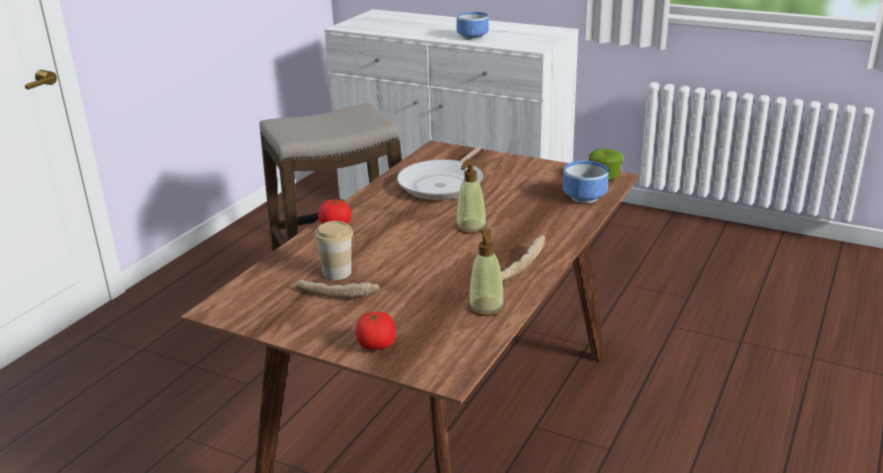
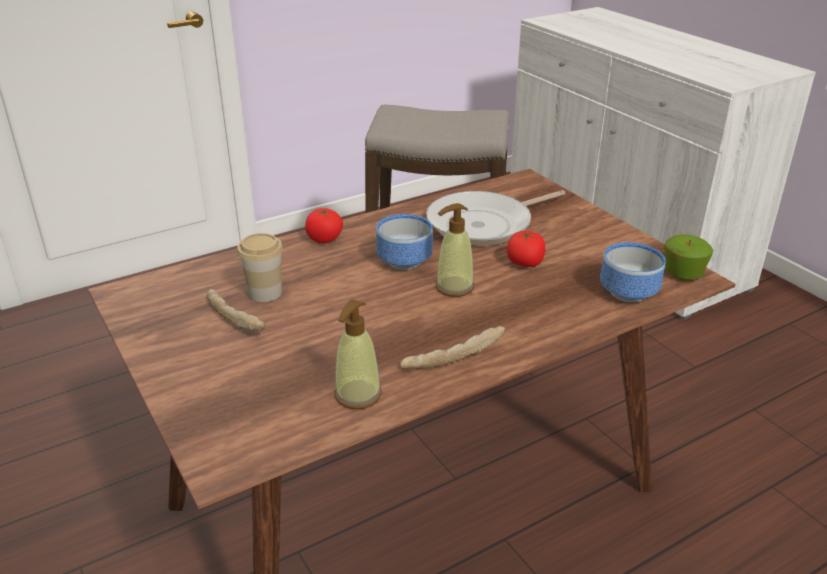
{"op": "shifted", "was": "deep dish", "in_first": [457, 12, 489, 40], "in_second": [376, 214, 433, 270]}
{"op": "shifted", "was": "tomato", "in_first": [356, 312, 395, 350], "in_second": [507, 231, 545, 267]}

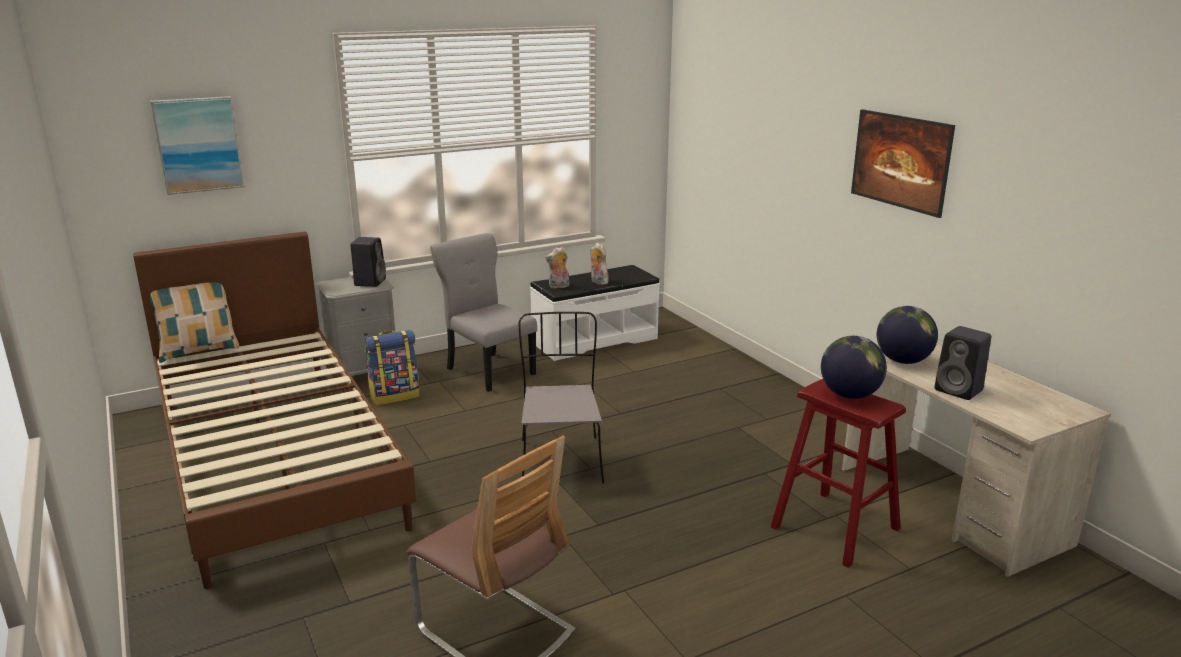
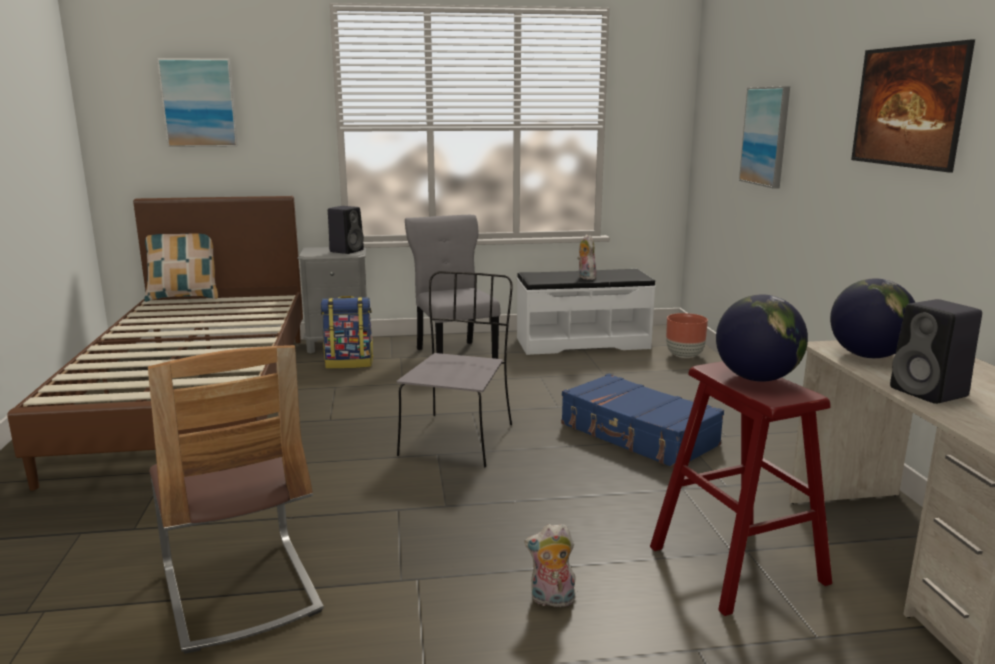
{"op": "shifted", "was": "soft toy", "in_first": [545, 247, 569, 288], "in_second": [524, 524, 576, 607]}
{"op": "new", "now": "wall art", "in_second": [739, 86, 790, 189]}
{"op": "new", "now": "brownish planter", "in_second": [666, 313, 708, 358]}
{"op": "new", "now": "blue suitcase", "in_second": [561, 374, 724, 468]}

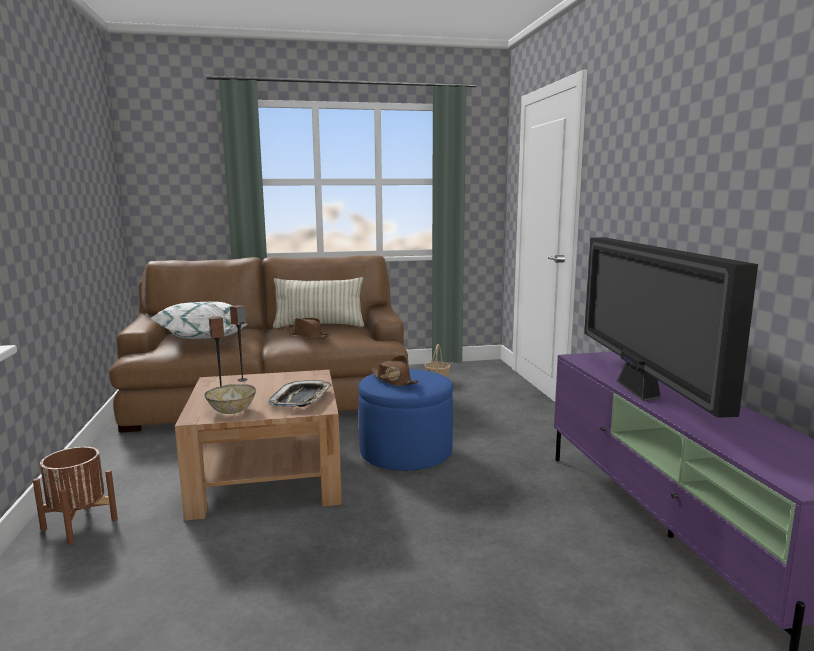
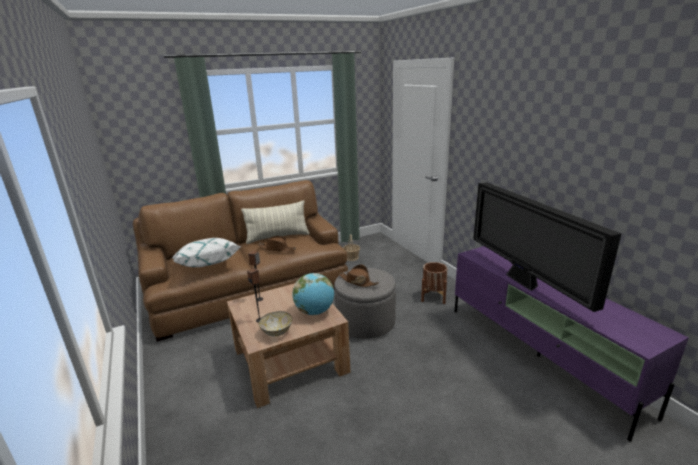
{"op": "repainted", "was": "blue ottoman", "now": "greyish ottoman", "in_first": [358, 369, 453, 471], "in_second": [334, 268, 396, 339]}
{"op": "swapped", "was": "tray", "now": "world globe", "in_first": [269, 380, 332, 407], "in_second": [293, 273, 334, 315]}
{"op": "shifted", "was": "brownish planter", "in_first": [33, 447, 118, 544], "in_second": [421, 262, 447, 304]}

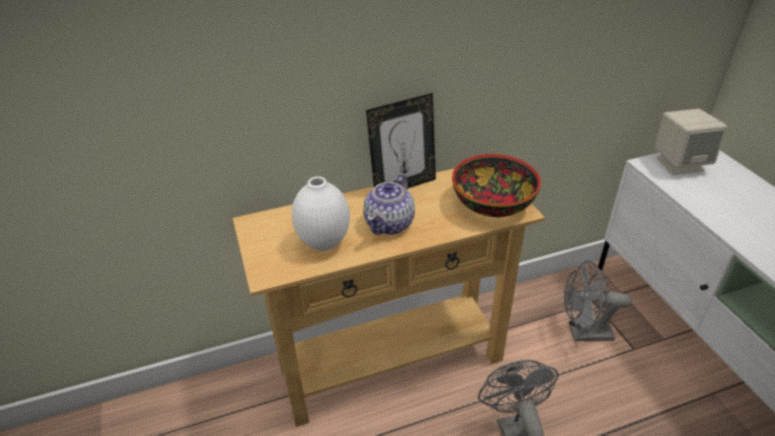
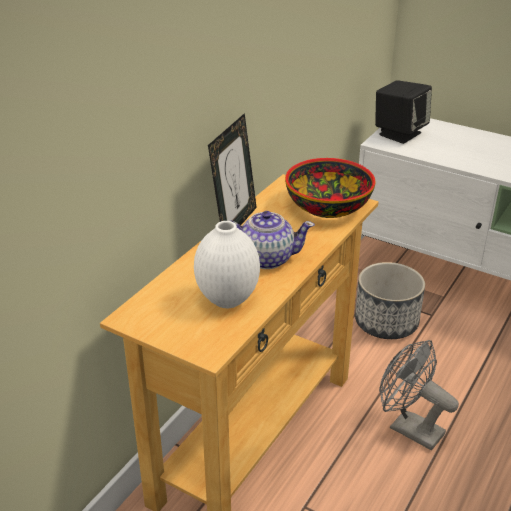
{"op": "repainted", "was": "beige speaker", "now": "blackish speaker", "in_first": [655, 109, 727, 175], "in_second": [375, 80, 432, 144]}
{"op": "rotated", "was": "teapot", "in_first": [363, 174, 415, 235], "in_second": [231, 211, 315, 269], "clockwise": -75}
{"op": "swapped", "was": "greyish electric fan", "now": "planter", "in_first": [564, 260, 632, 341], "in_second": [355, 262, 425, 339]}

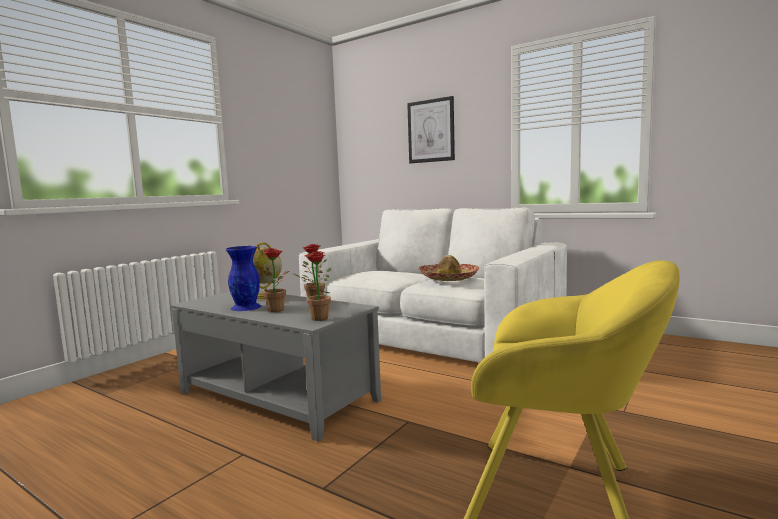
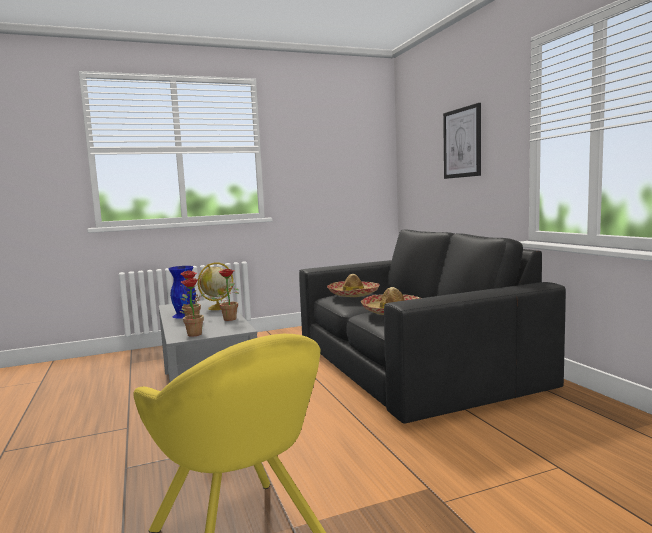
{"op": "repainted", "was": "whitish settee", "now": "blackish settee", "in_first": [299, 207, 567, 363], "in_second": [299, 229, 566, 424]}
{"op": "new", "now": "wearable hat", "in_second": [327, 274, 380, 297]}

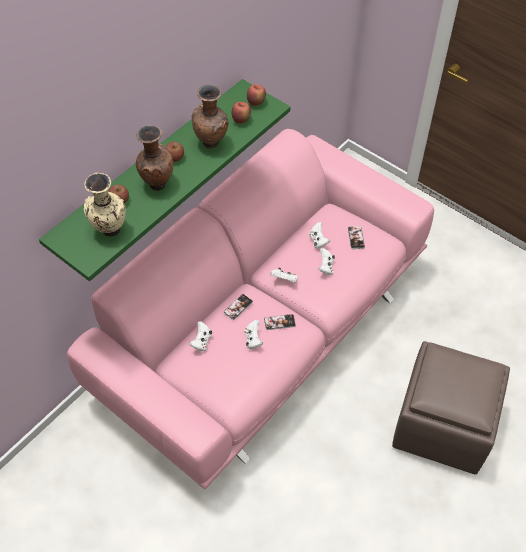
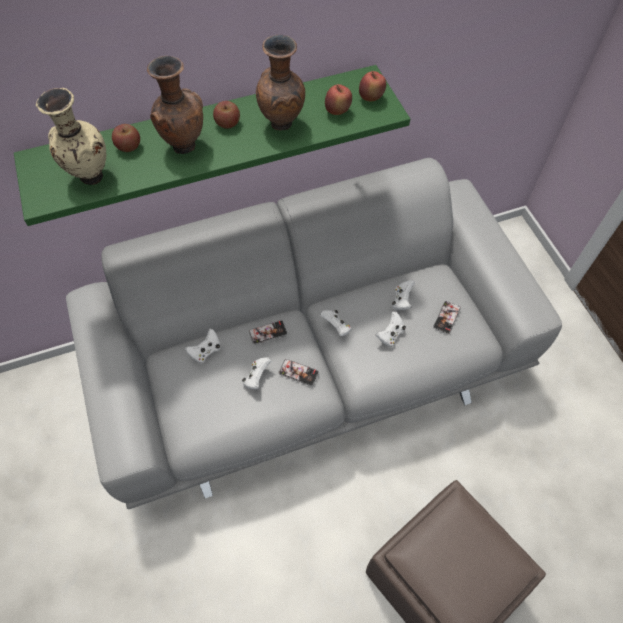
{"op": "repainted", "was": "pink settee", "now": "greyish settee", "in_first": [67, 129, 434, 489], "in_second": [66, 158, 562, 509]}

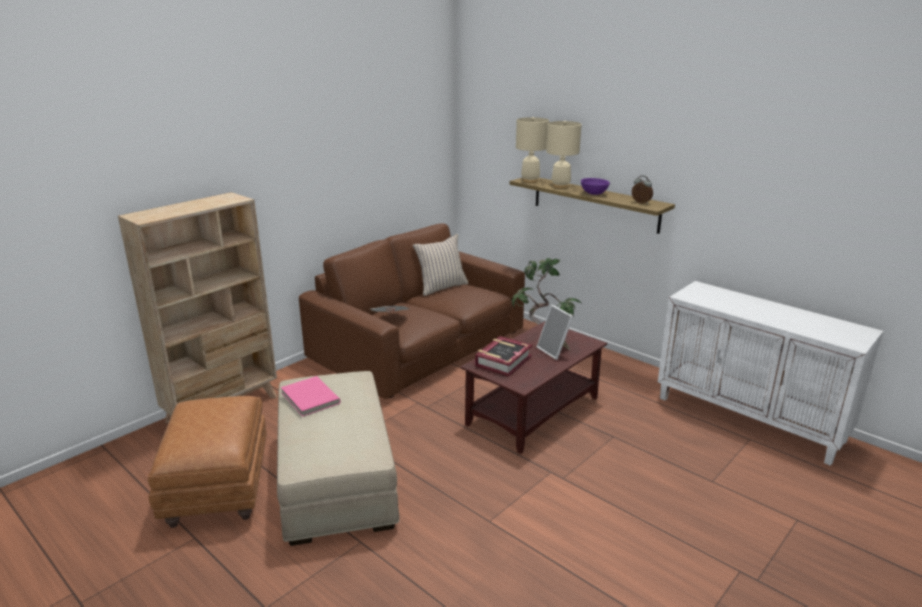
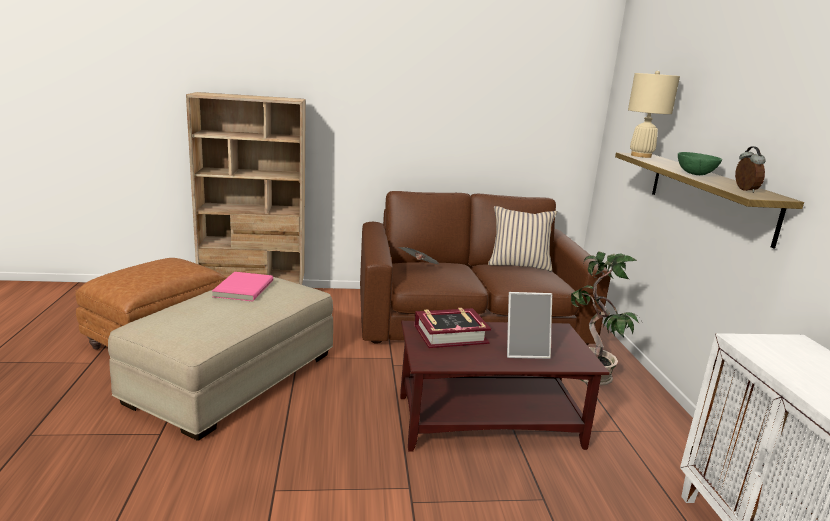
{"op": "gone", "was": "beige tabletop lamp", "in_first": [546, 121, 582, 188]}
{"op": "repainted", "was": "purple deep dish", "now": "green-coloured deep dish", "in_first": [581, 178, 610, 195], "in_second": [678, 152, 722, 175]}
{"op": "rotated", "was": "picture frame", "in_first": [536, 305, 573, 360], "in_second": [507, 292, 552, 359], "clockwise": -105}

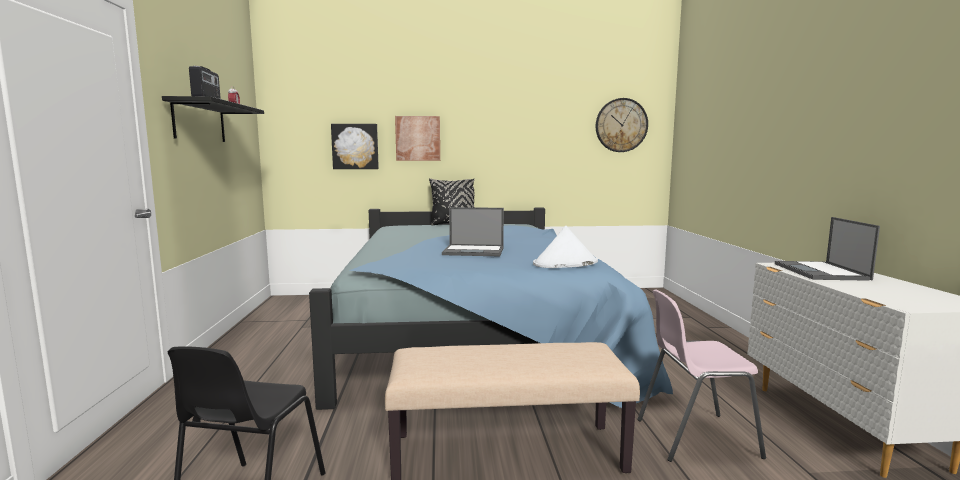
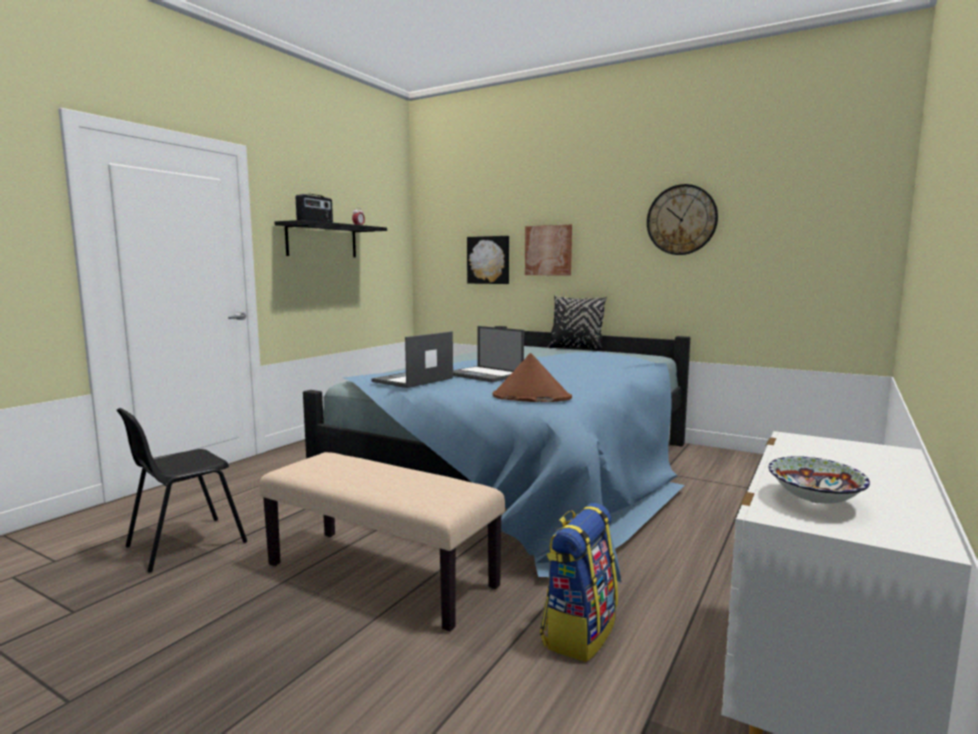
{"op": "shifted", "was": "wall clock", "in_first": [596, 98, 648, 152], "in_second": [647, 184, 718, 255]}
{"op": "shifted", "was": "notebook computer", "in_first": [775, 217, 880, 281], "in_second": [371, 331, 453, 388]}
{"op": "repainted", "was": "whitish wearable hat", "now": "brownish wearable hat", "in_first": [533, 226, 598, 268], "in_second": [493, 353, 572, 402]}
{"op": "swapped", "was": "pink chair", "now": "knapsack", "in_first": [637, 290, 766, 462], "in_second": [540, 503, 618, 662]}
{"op": "new", "now": "deep dish", "in_second": [769, 456, 870, 504]}

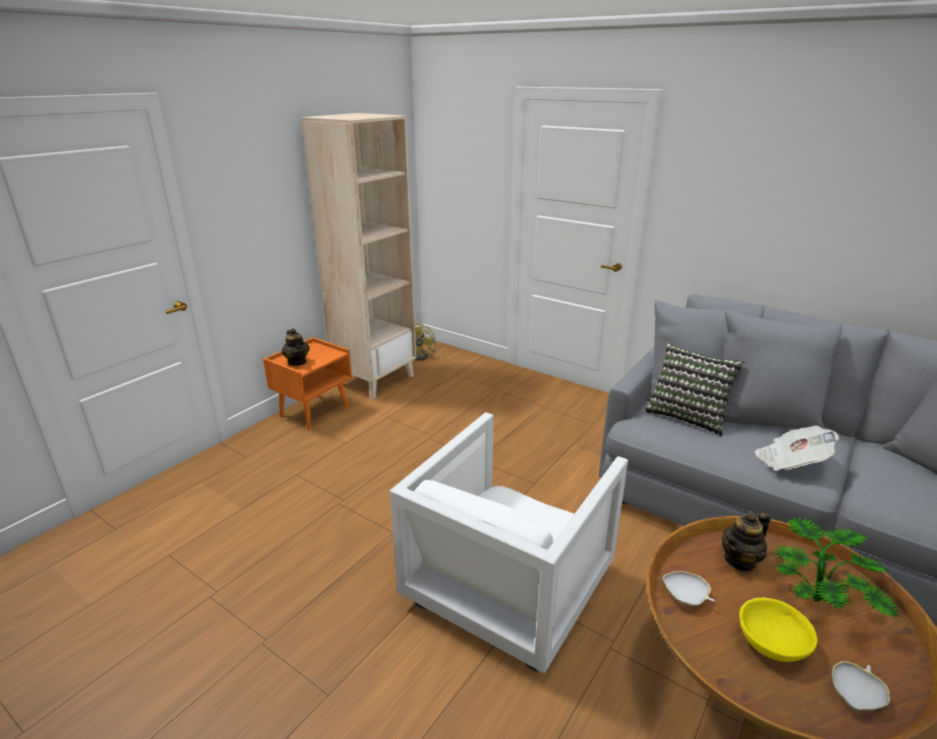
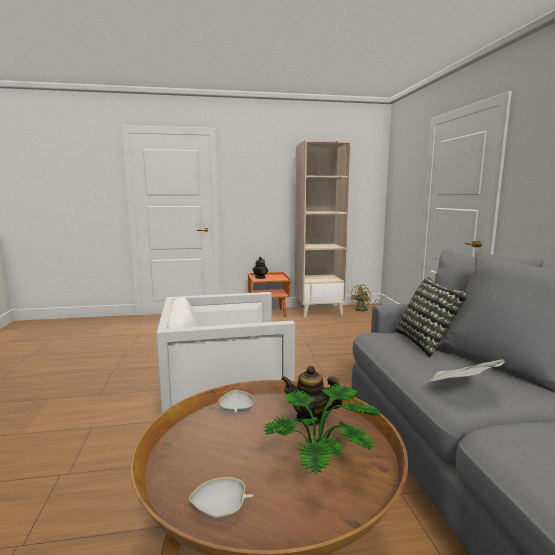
{"op": "gone", "was": "yellowish deep dish", "in_first": [739, 598, 818, 662]}

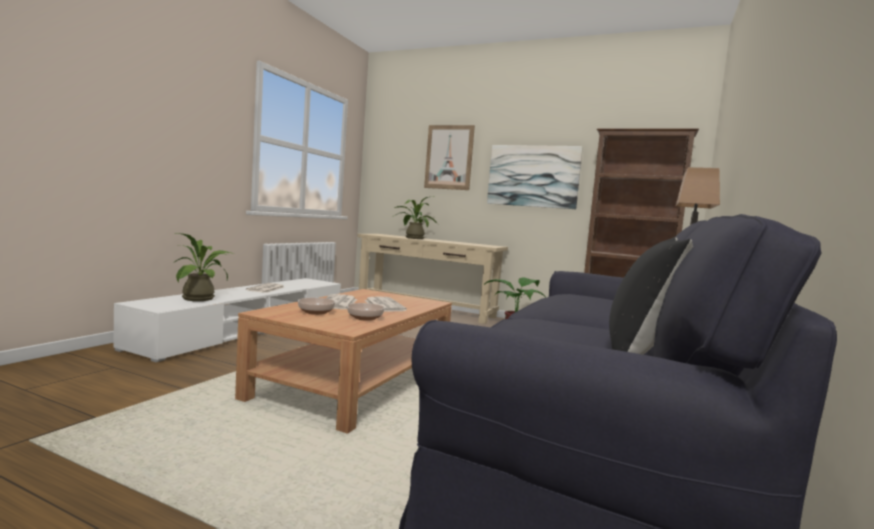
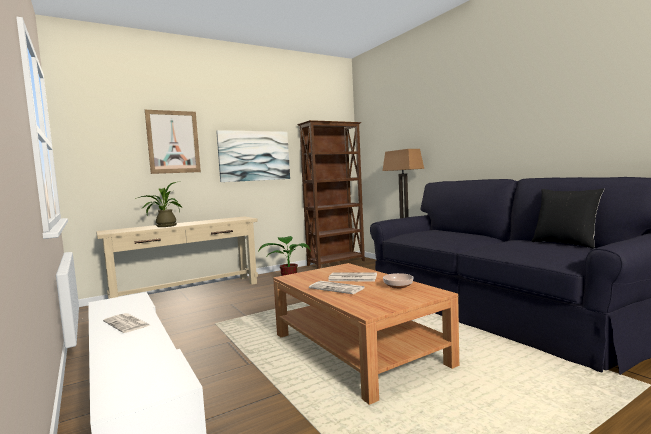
{"op": "gone", "was": "potted plant", "in_first": [173, 233, 234, 301]}
{"op": "gone", "was": "deep dish", "in_first": [298, 298, 335, 315]}

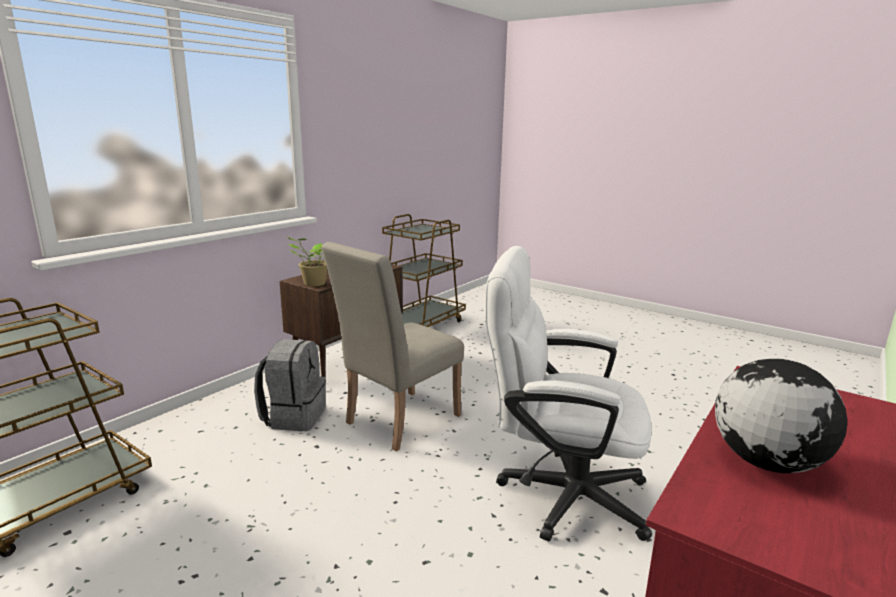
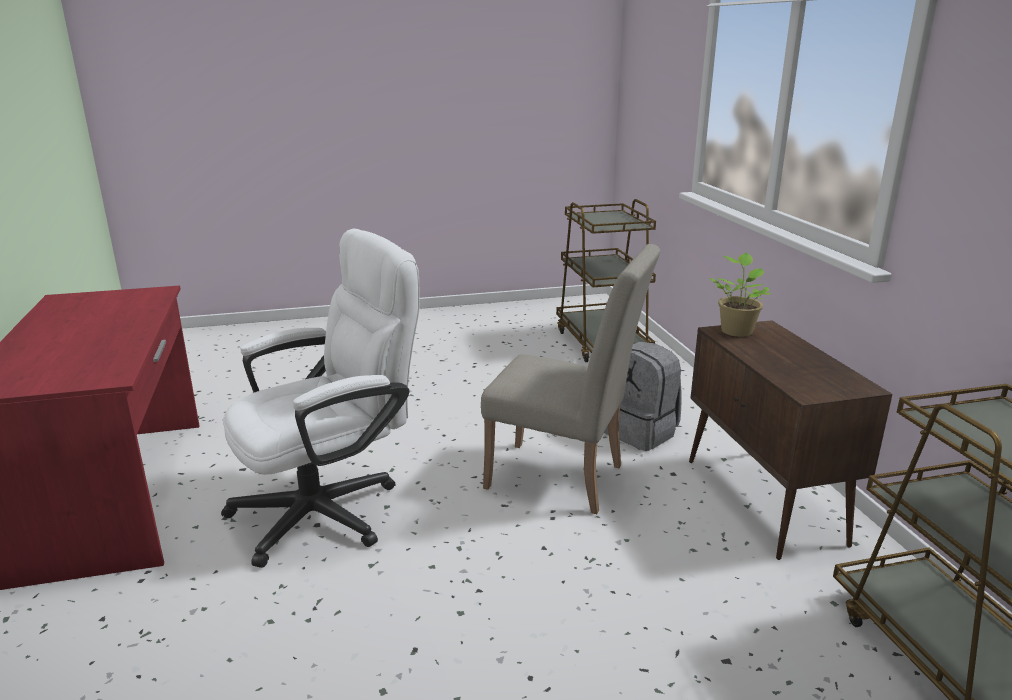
{"op": "rotated", "was": "beige chair", "in_first": [322, 242, 464, 451], "in_second": [481, 244, 661, 514], "clockwise": 120}
{"op": "gone", "was": "world globe", "in_first": [715, 358, 847, 473]}

